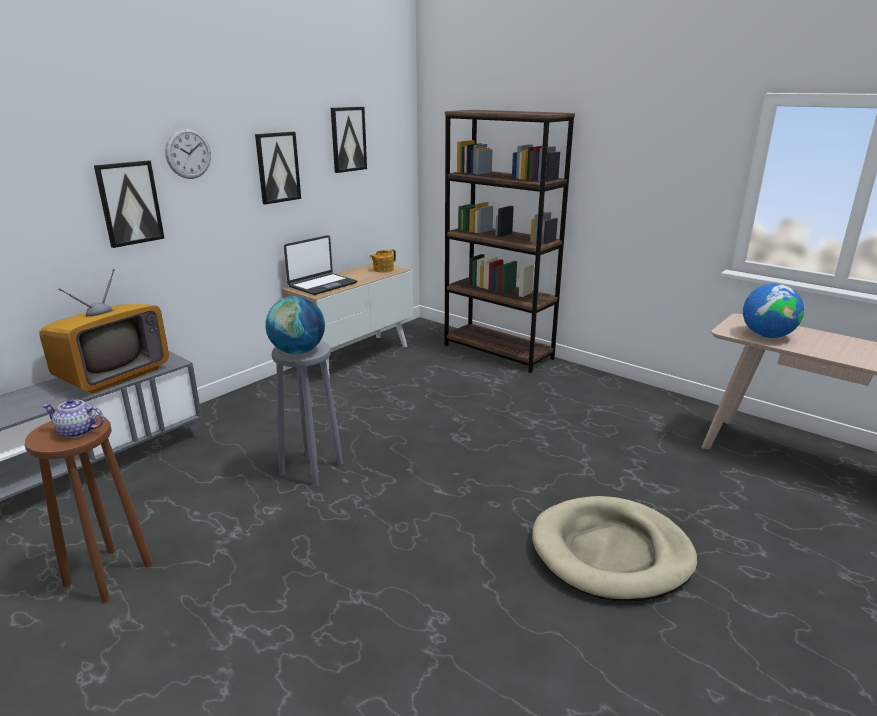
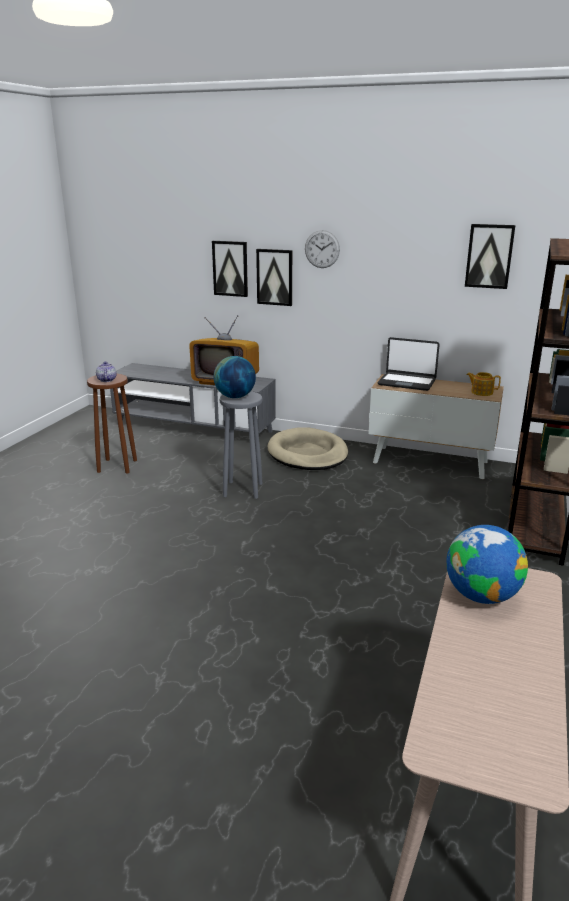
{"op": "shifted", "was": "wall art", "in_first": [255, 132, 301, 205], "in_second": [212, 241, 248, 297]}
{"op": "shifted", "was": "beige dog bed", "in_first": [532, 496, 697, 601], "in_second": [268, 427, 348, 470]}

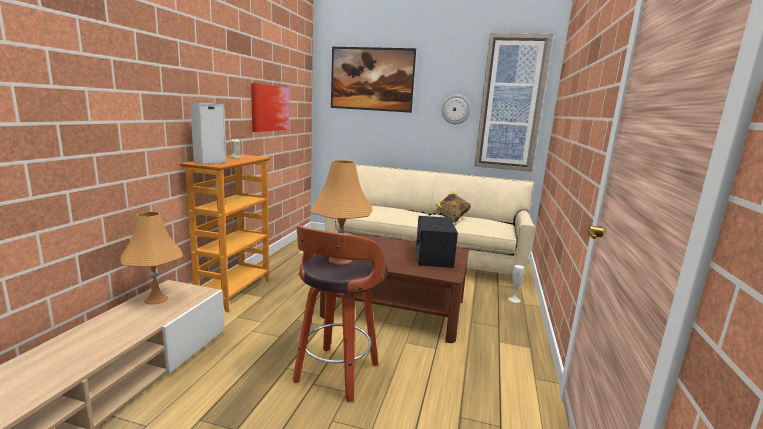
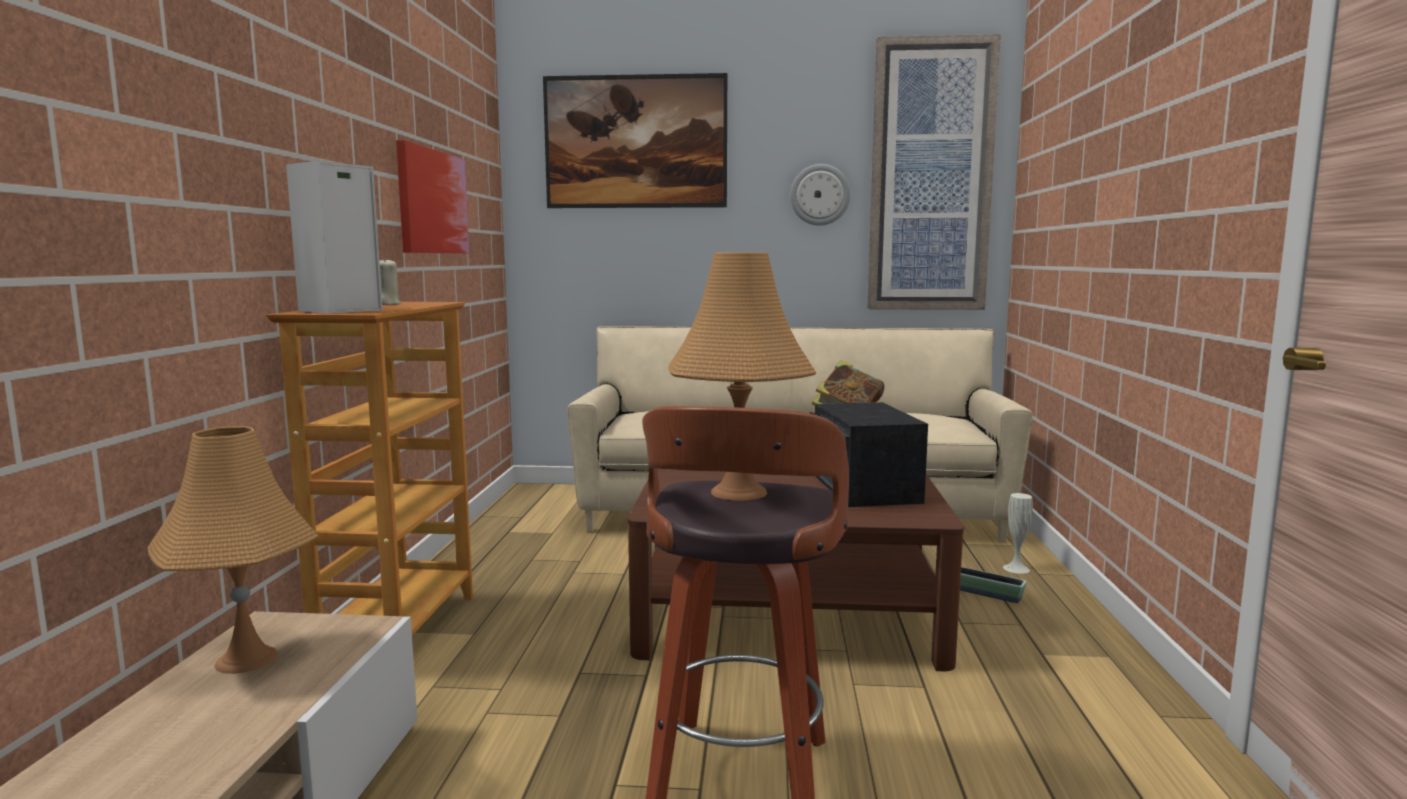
{"op": "new", "now": "planter", "in_second": [960, 567, 1026, 603]}

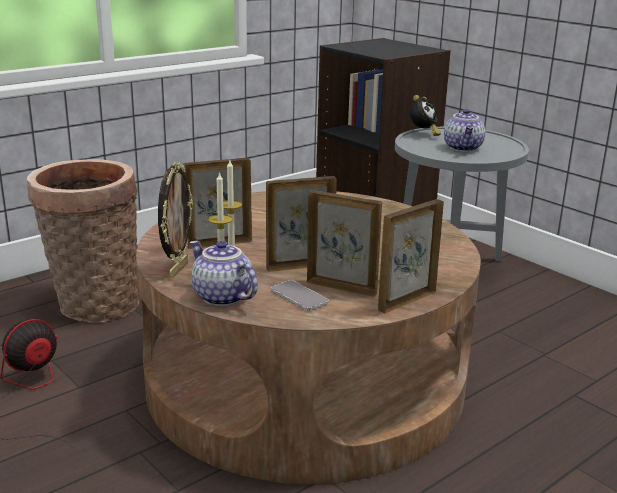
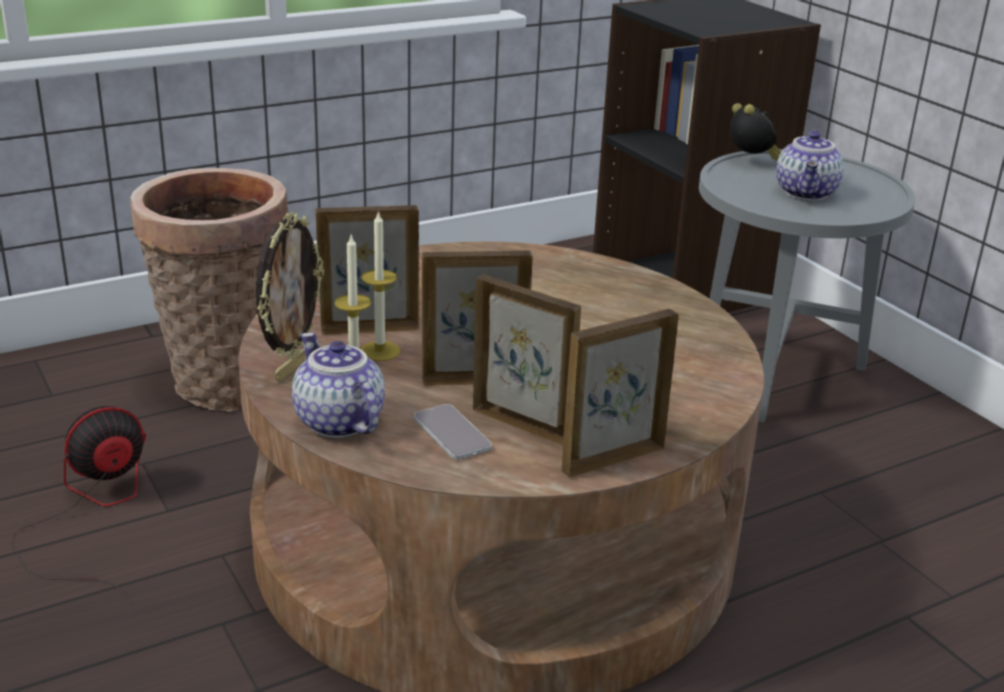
{"op": "rotated", "was": "alarm clock", "in_first": [410, 95, 441, 136], "in_second": [730, 103, 781, 160], "clockwise": -60}

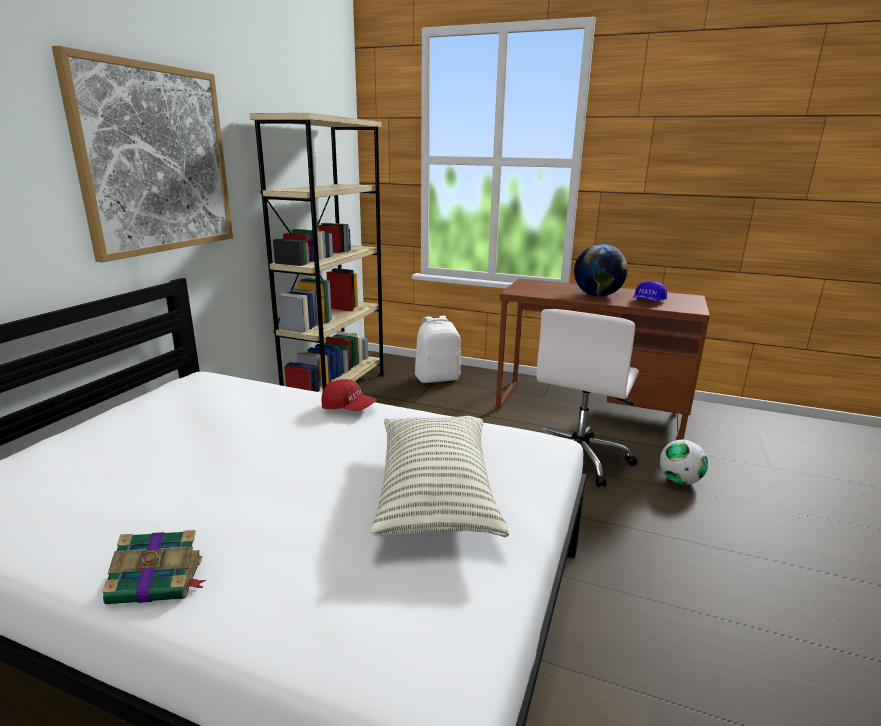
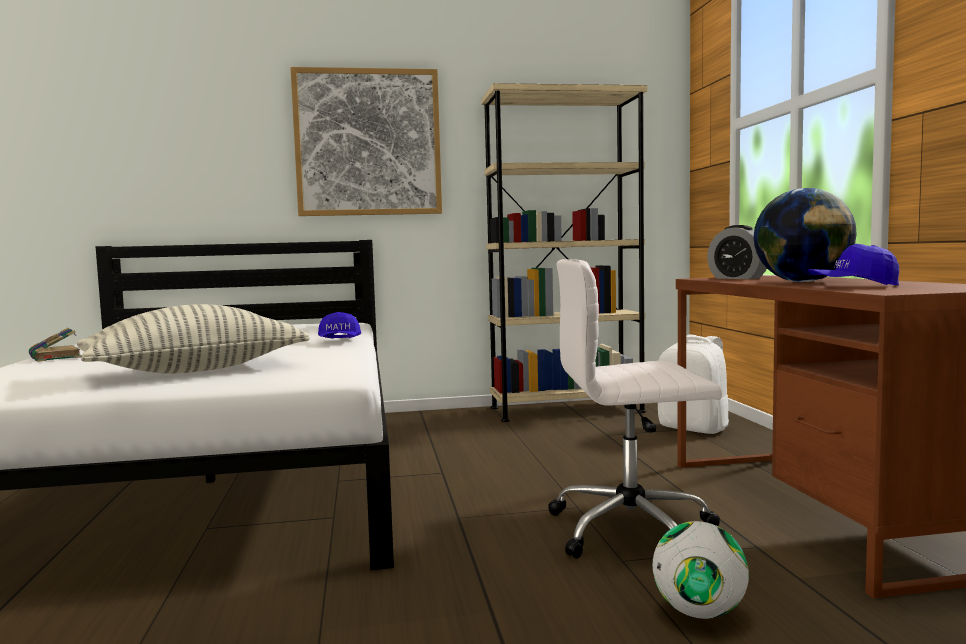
{"op": "repainted", "was": "red cap", "now": "blue cap", "in_first": [321, 379, 377, 411], "in_second": [318, 312, 361, 339]}
{"op": "new", "now": "alarm clock", "in_second": [707, 225, 767, 279]}

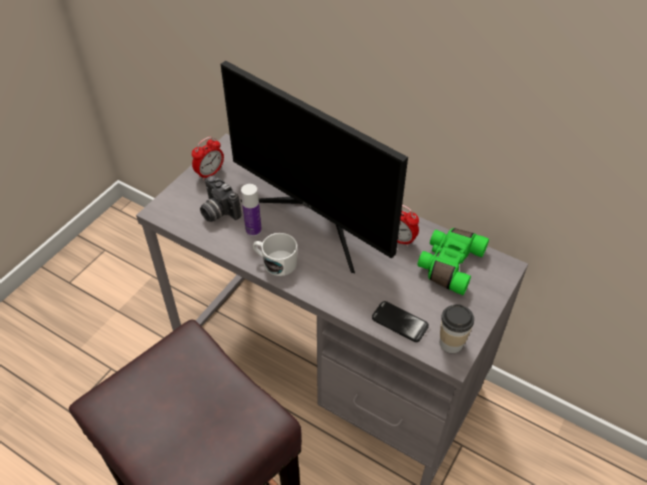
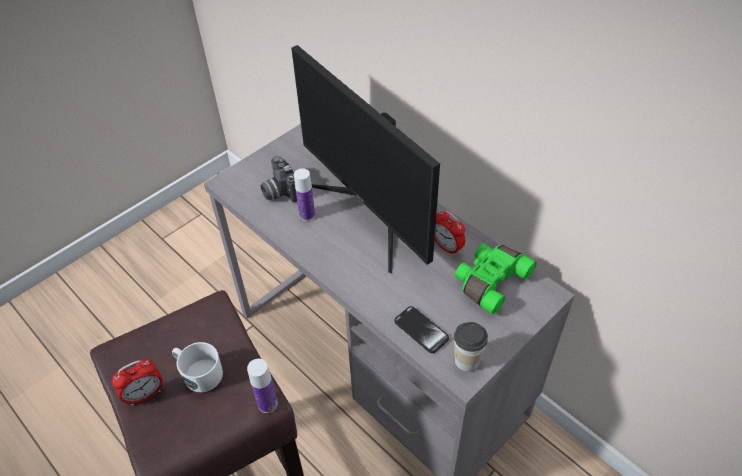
{"op": "shifted", "was": "alarm clock", "in_first": [192, 137, 224, 181], "in_second": [112, 359, 163, 406]}
{"op": "shifted", "was": "whitish tea mug", "in_first": [253, 233, 297, 276], "in_second": [172, 342, 223, 392]}
{"op": "new", "now": "bottle", "in_second": [247, 359, 278, 413]}

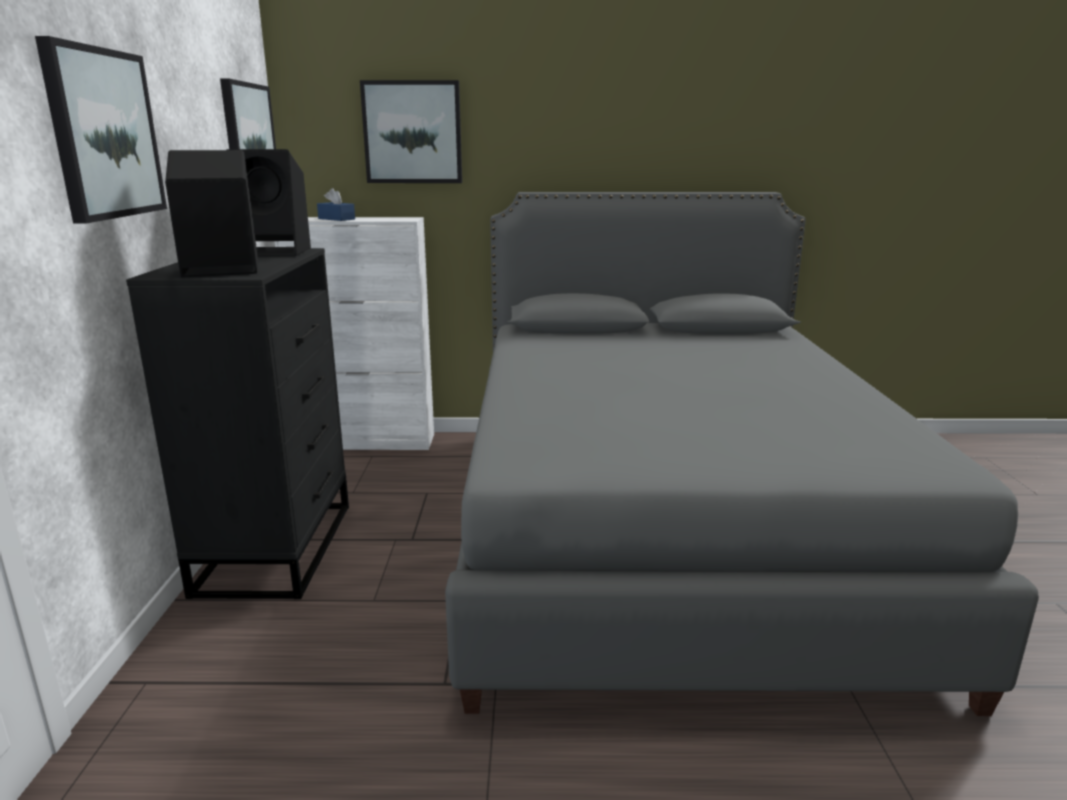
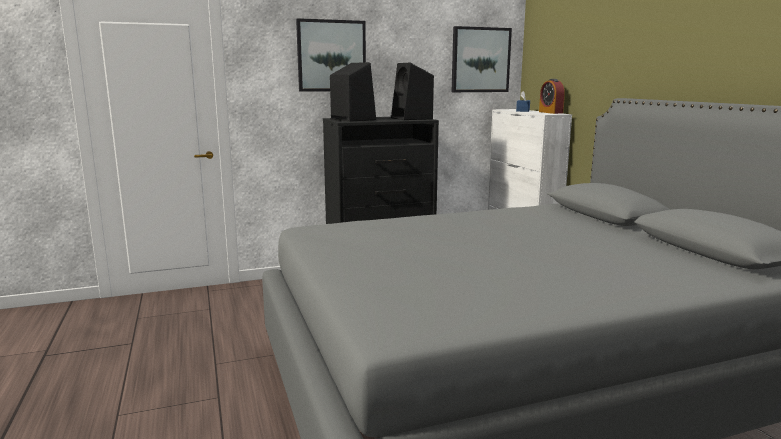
{"op": "gone", "was": "wall art", "in_first": [360, 80, 462, 183]}
{"op": "new", "now": "alarm clock", "in_second": [539, 79, 565, 114]}

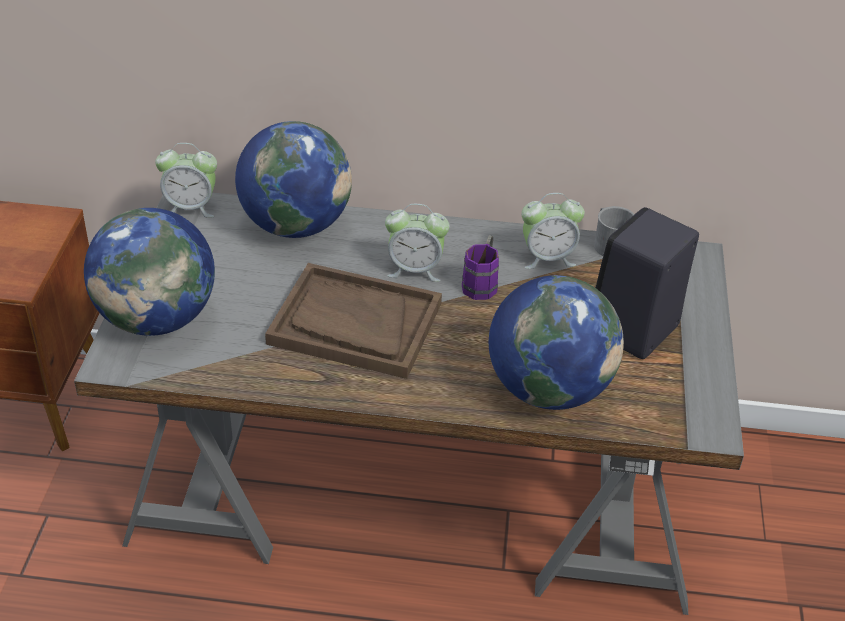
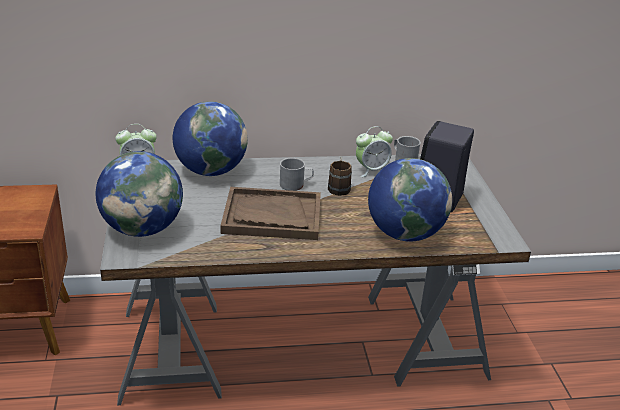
{"op": "swapped", "was": "alarm clock", "now": "greyish tea mug", "in_first": [385, 204, 450, 282], "in_second": [280, 158, 314, 191]}
{"op": "repainted", "was": "purple tea mug", "now": "brownish tea mug", "in_first": [462, 235, 499, 300], "in_second": [328, 156, 352, 196]}

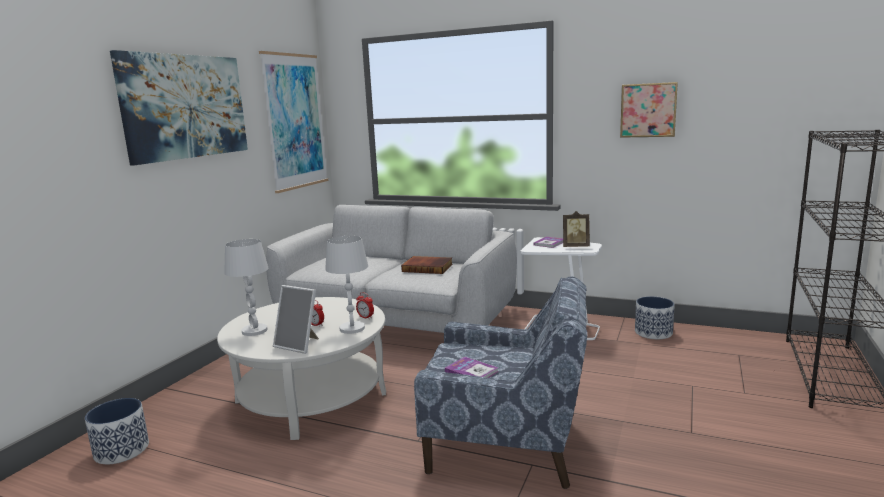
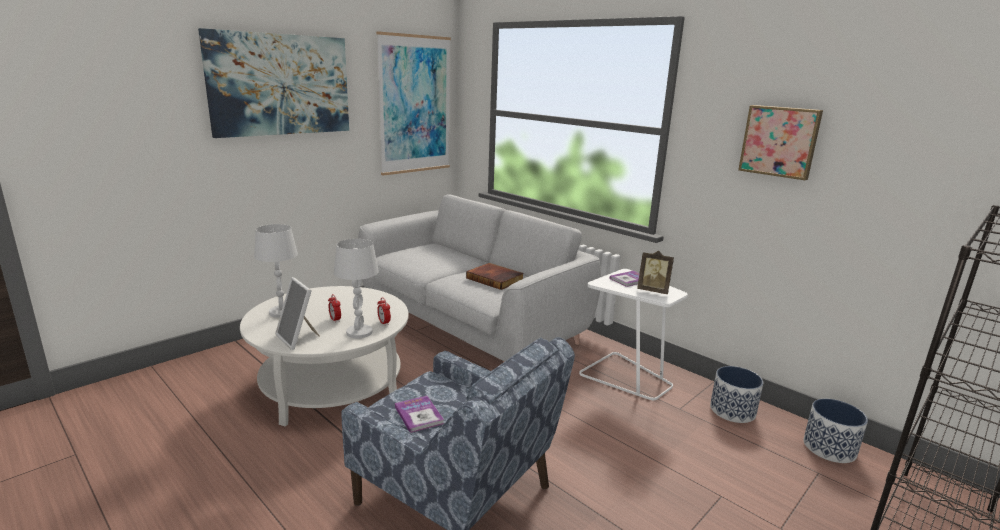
{"op": "shifted", "was": "planter", "in_first": [85, 398, 149, 464], "in_second": [803, 399, 868, 463]}

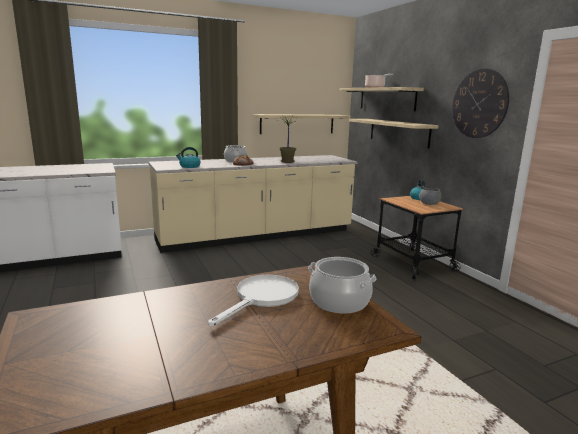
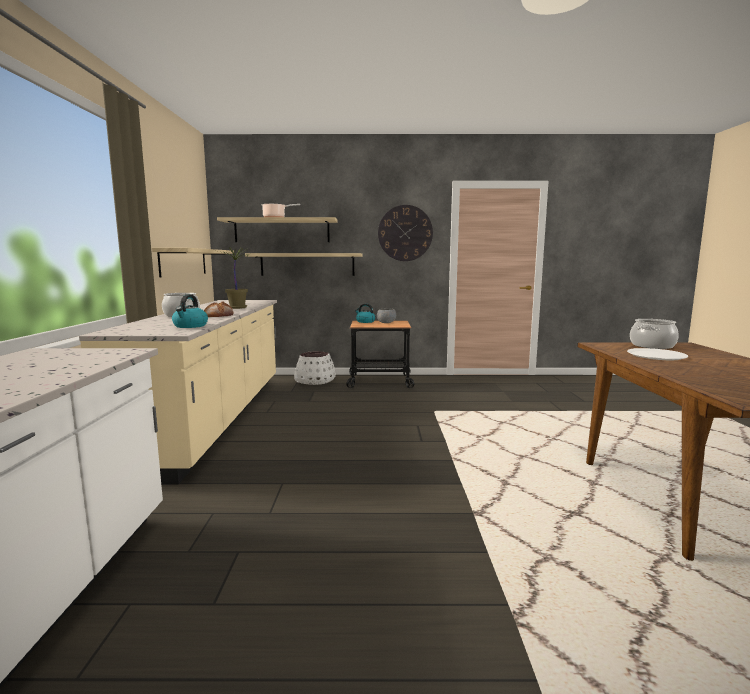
{"op": "swapped", "was": "whitish pan", "now": "whitish flat dish", "in_first": [208, 274, 299, 326], "in_second": [627, 348, 688, 360]}
{"op": "new", "now": "whitish planter", "in_second": [294, 351, 336, 385]}

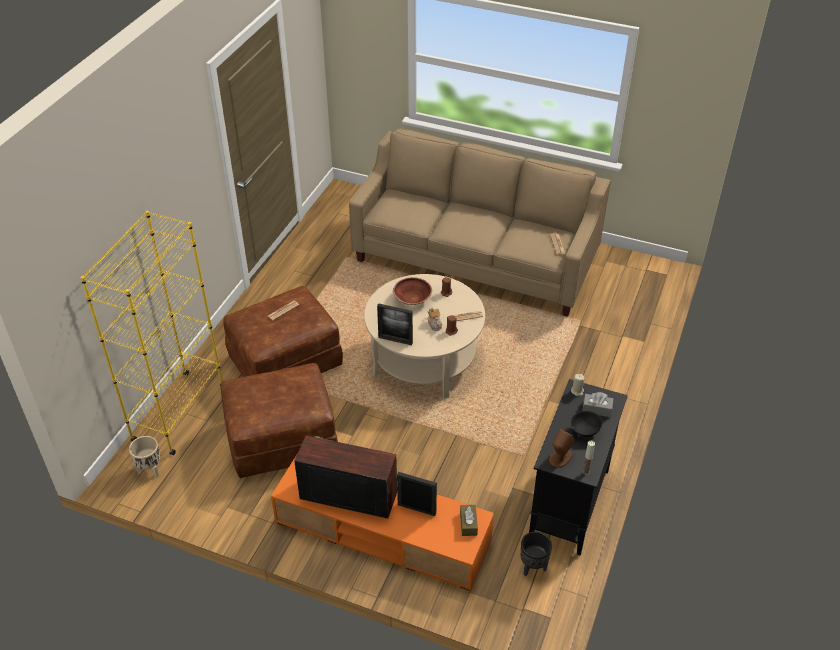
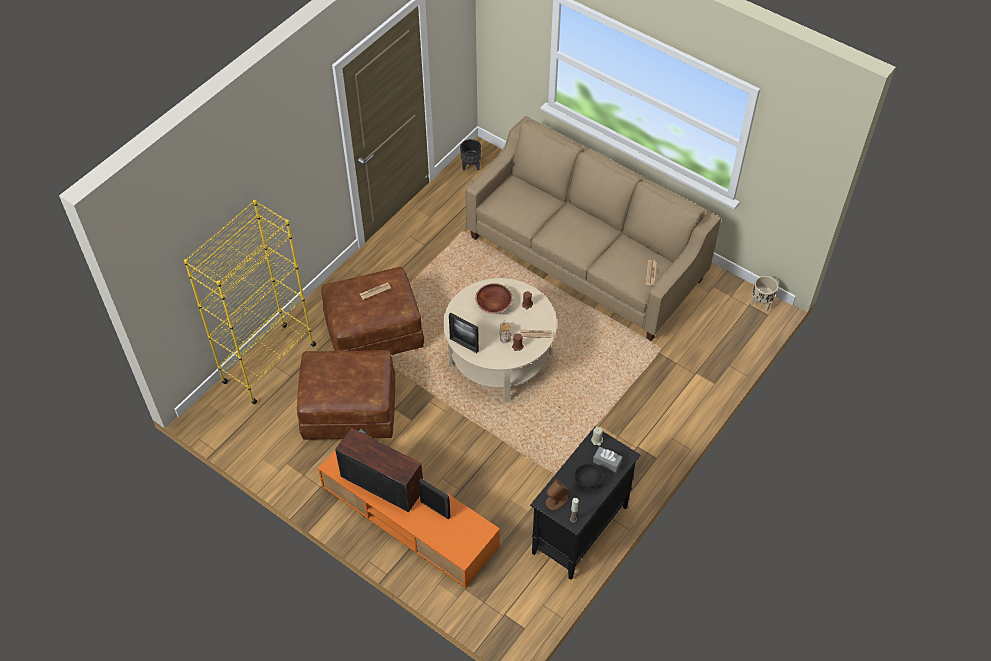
{"op": "shifted", "was": "beige planter", "in_first": [129, 436, 160, 477], "in_second": [751, 276, 778, 311]}
{"op": "gone", "was": "brownish tissue box", "in_first": [460, 505, 478, 536]}
{"op": "shifted", "was": "blackish planter", "in_first": [521, 532, 552, 576], "in_second": [460, 139, 481, 171]}

